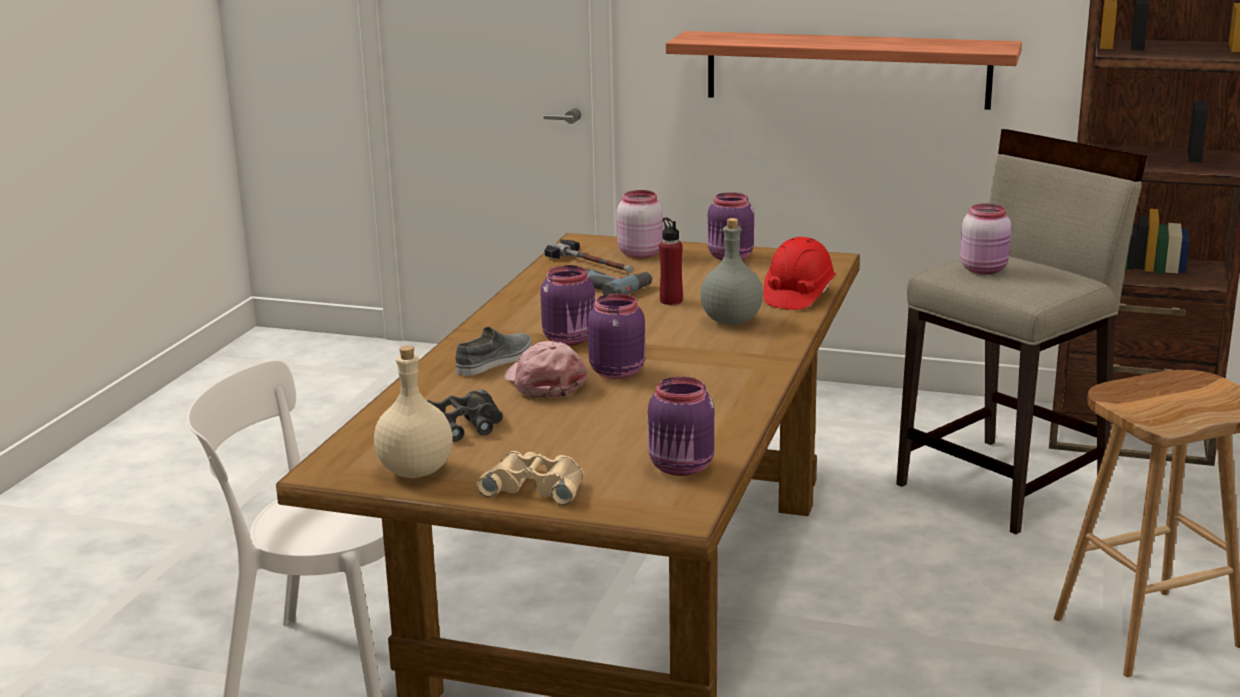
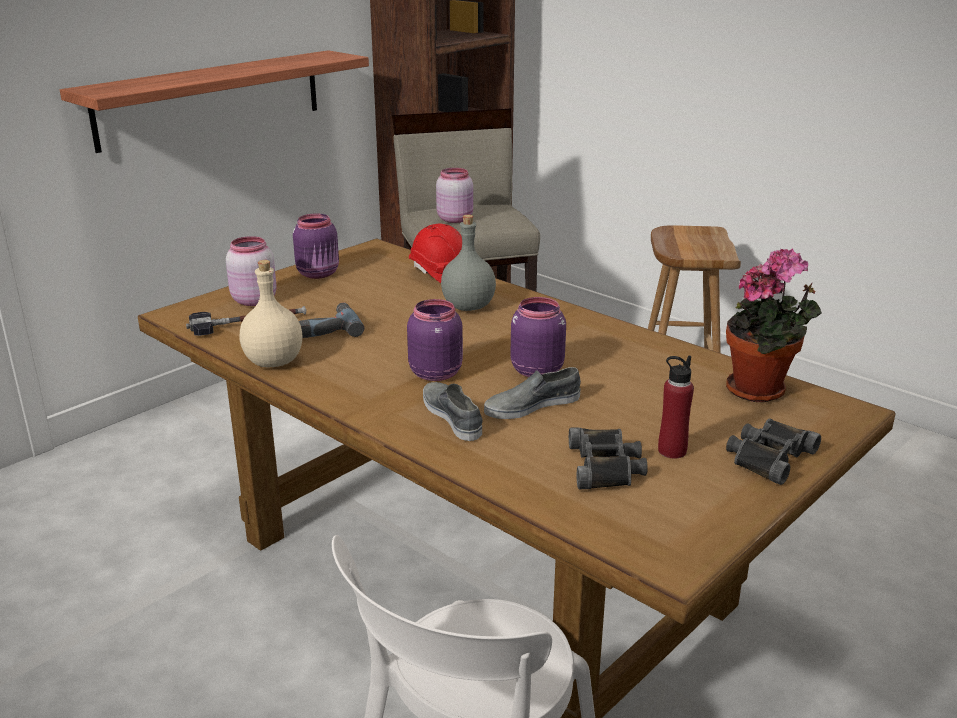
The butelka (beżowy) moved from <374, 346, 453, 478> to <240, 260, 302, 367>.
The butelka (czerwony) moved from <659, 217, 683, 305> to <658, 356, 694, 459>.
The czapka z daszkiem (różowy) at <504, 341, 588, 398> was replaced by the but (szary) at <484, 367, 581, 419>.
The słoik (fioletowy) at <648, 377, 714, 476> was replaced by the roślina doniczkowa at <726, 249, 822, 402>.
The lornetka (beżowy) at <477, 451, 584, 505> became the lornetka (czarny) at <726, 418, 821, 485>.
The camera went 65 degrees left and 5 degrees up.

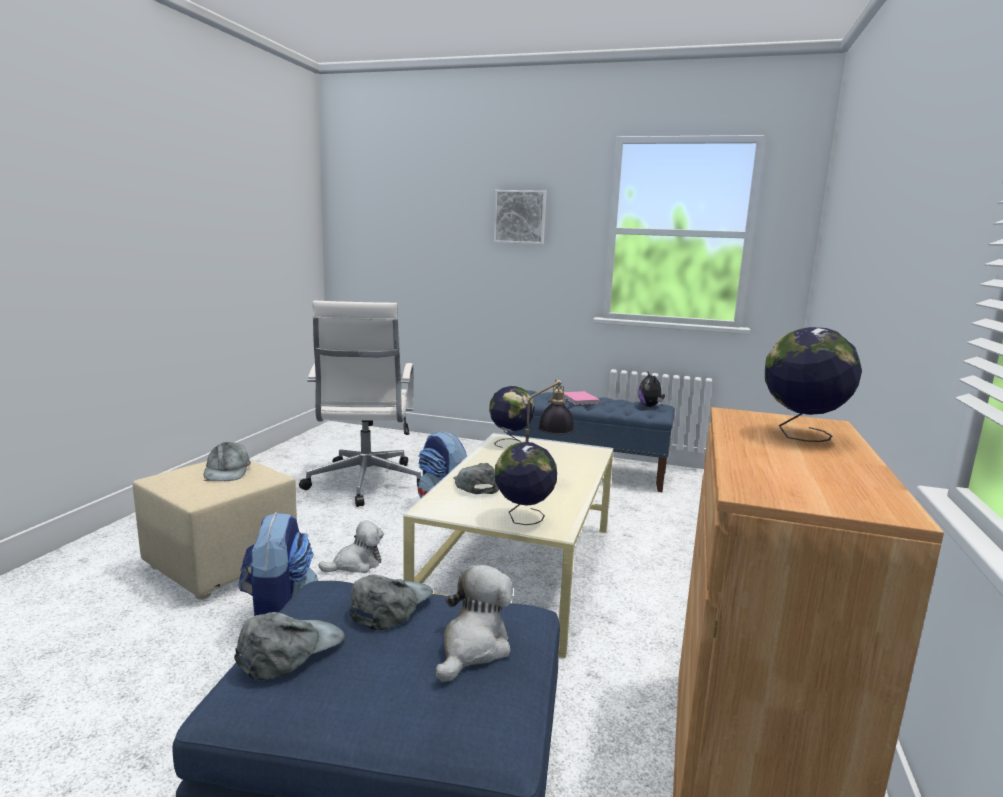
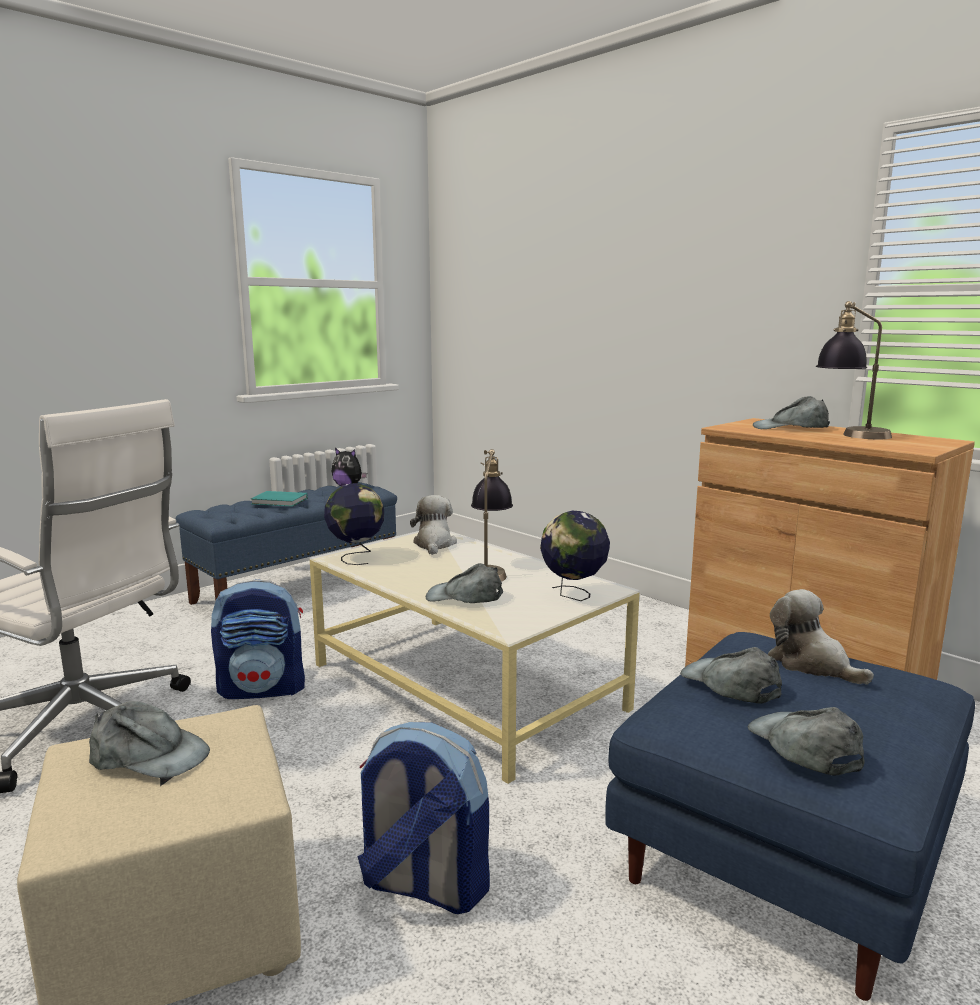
The obraz at <494, 190, 547, 244> disappeared.
The lampa stołowa at <816, 301, 892, 439> appeared.
The pluszak moved from <318, 521, 384, 573> to <410, 495, 457, 555>.
The globus at <765, 327, 862, 442> was replaced by the czapka z daszkiem (szary) at <753, 396, 830, 429>.
The książka (różowy) at <564, 391, 600, 405> became the książka (turkusowy) at <251, 491, 308, 507>.
The camera went 60 degrees left and 0 degrees up.

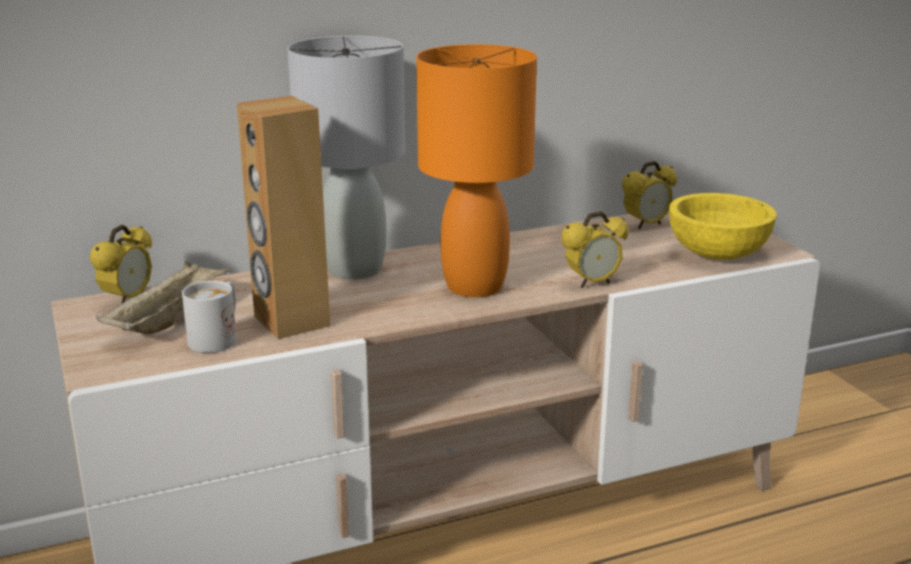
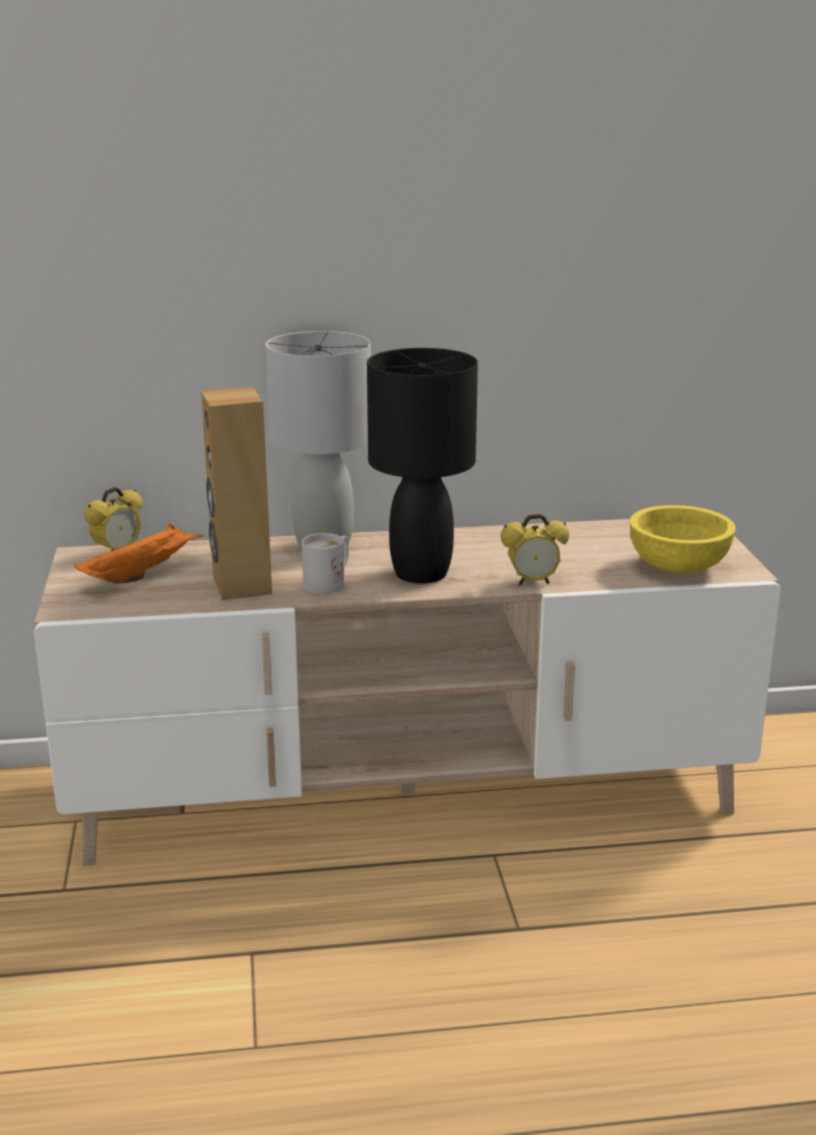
The budzik at <622, 161, 677, 229> disappeared.
The kubek (biały) moved from <182, 281, 237, 353> to <302, 533, 349, 594>.
The taca (beżowy) at <96, 261, 231, 334> became the taca (pomarańczowy) at <74, 523, 204, 584>.
The lampa stołowa (pomarańczowy) at <416, 44, 537, 297> became the lampa stołowa (czarny) at <367, 348, 478, 584>.
The camera went 15 degrees right and 0 degrees up.

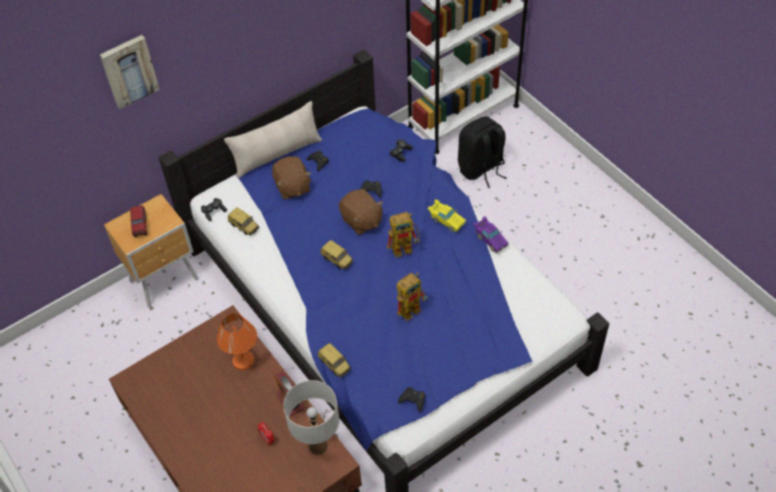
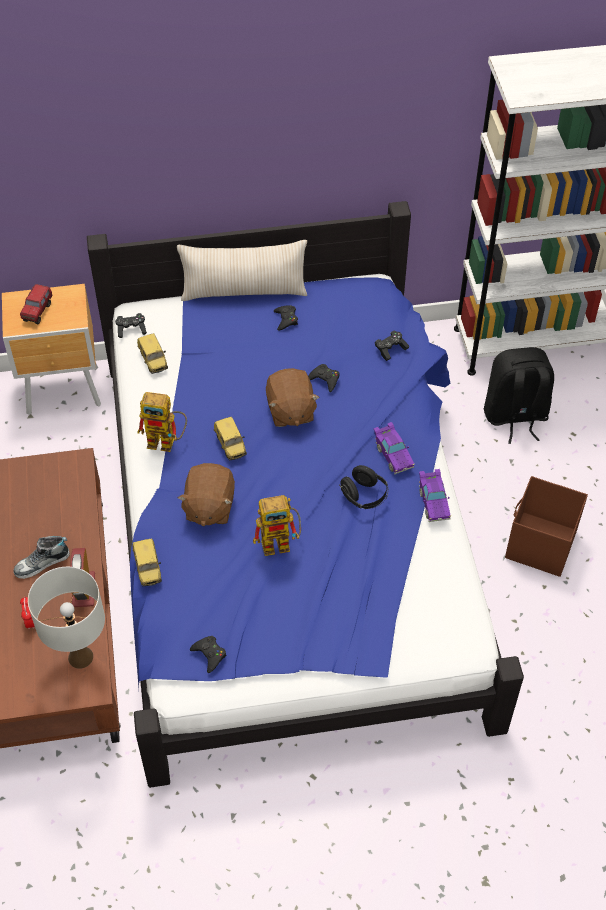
The obraz at <100, 35, 160, 109> disappeared.
The lampa stołowa (pomarańczowy) at <217, 313, 257, 370> disappeared.
The but at <13, 536, 70, 579> appeared.
The słuchawki (czarny) at <339, 465, 388, 509> appeared.
The pojemnik do przechowywania (brązowy) at <505, 476, 588, 577> appeared.
The pluszak (brązowy) moved from <272, 156, 312, 199> to <178, 463, 235, 526>.
The robot zabawkowy moved from <387, 212, 420, 257> to <137, 392, 187, 452>.
The samochodzik (żółty) at <427, 199, 466, 232> became the samochodzik (fioletowy) at <373, 422, 415, 474>.
The camera went 25 degrees right and 0 degrees up.

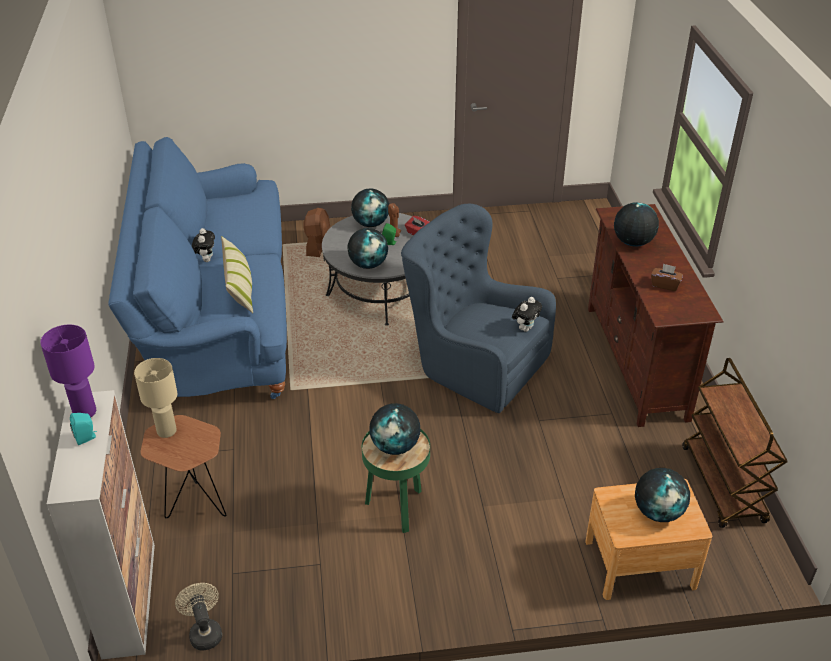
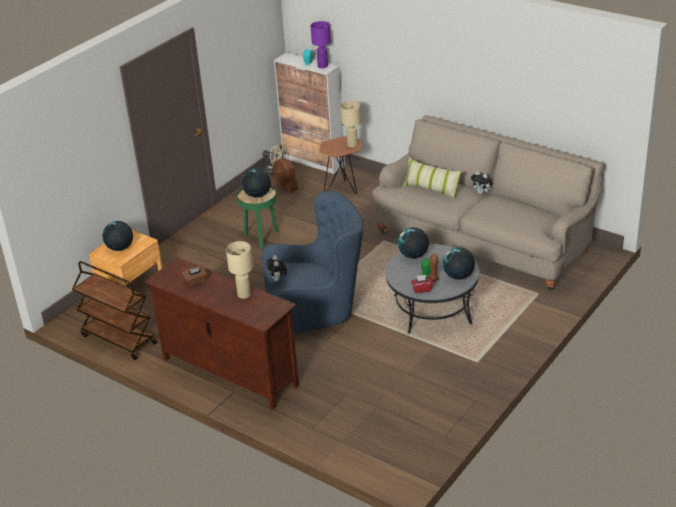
The wentylator (brązowy) moved from <303, 208, 330, 257> to <272, 159, 299, 193>.
The globus at <614, 202, 659, 247> was replaced by the lampa stołowa (beżowy) at <226, 241, 253, 299>.
The kanapa (niebieski) at <108, 137, 287, 399> became the kanapa (beżowy) at <372, 115, 605, 291>.
The camera went 135 degrees right and 5 degrees down.

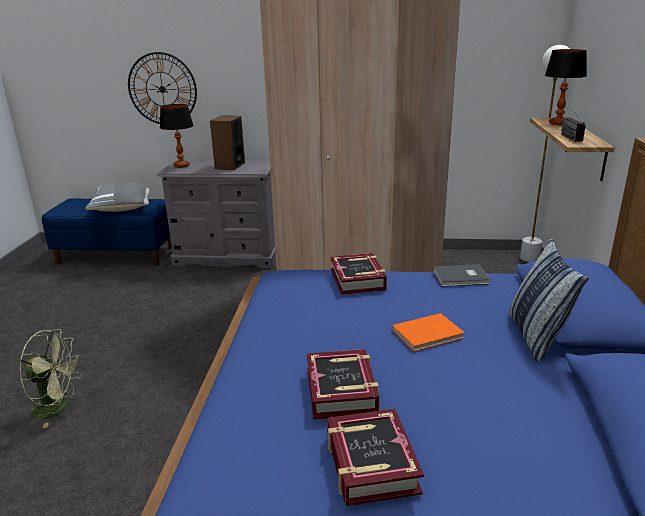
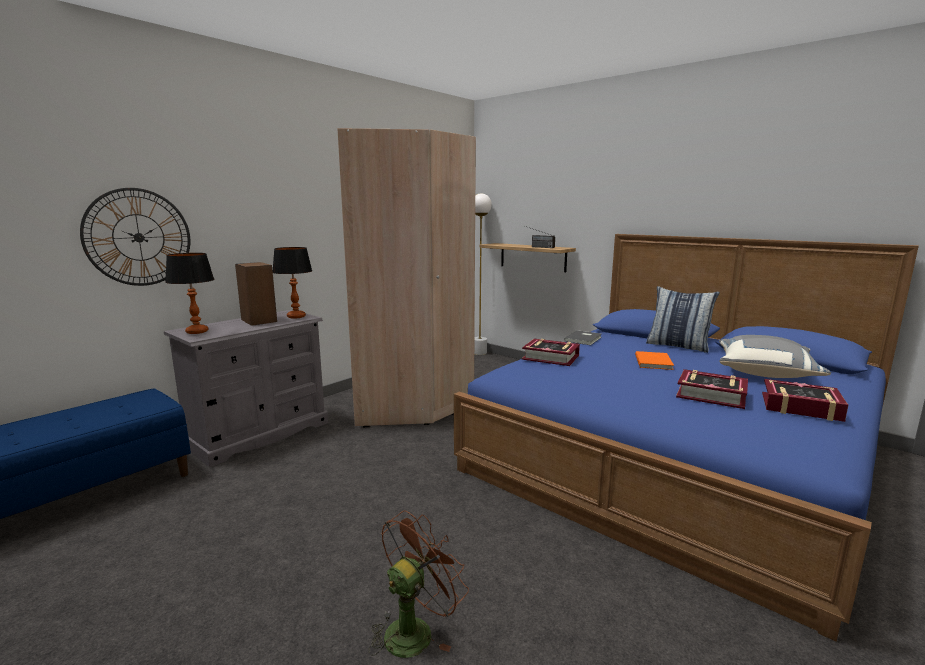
The poduszka (szary) moved from <85, 182, 153, 212> to <719, 335, 831, 378>.
The lampa stołowa moved from <545, 49, 587, 125> to <273, 247, 312, 319>.
The wentylator (zielony) at <19, 329, 82, 428> became the wentylator (brązowy) at <368, 511, 469, 658>.
The camera went 55 degrees left and 10 degrees down.

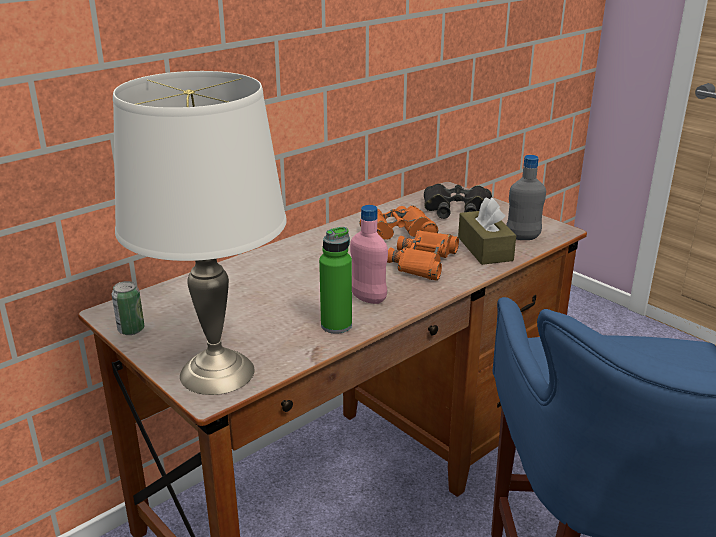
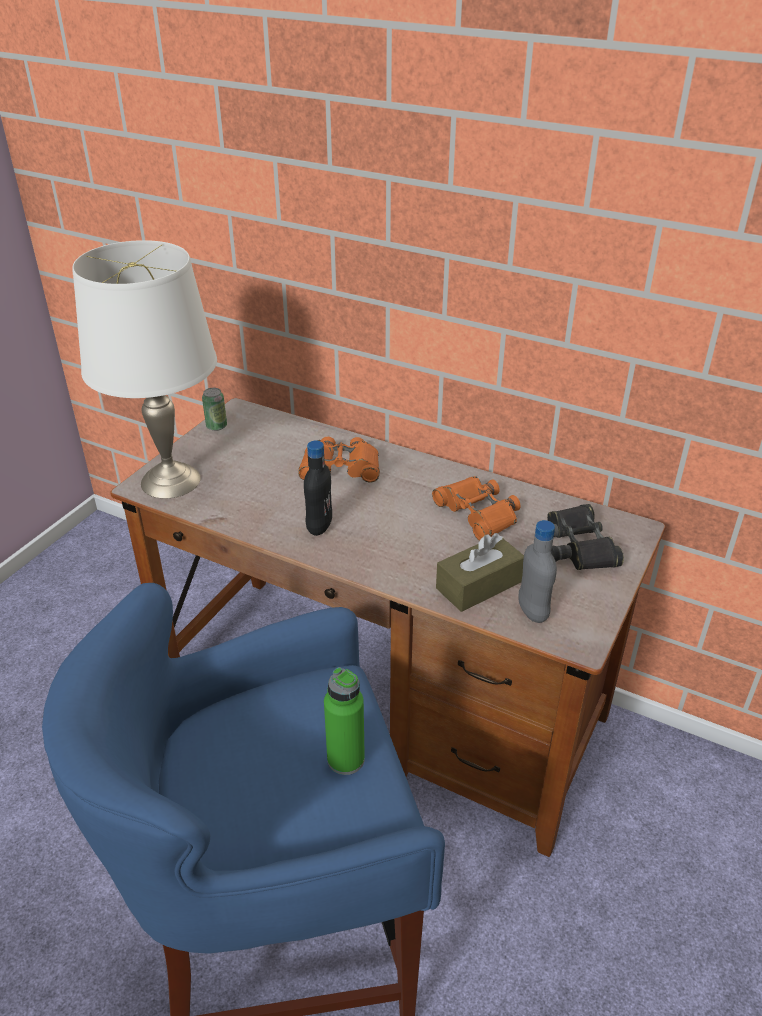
The butelka (zielony) moved from <319, 227, 352, 334> to <324, 667, 365, 775>.
The lornetka (pomarańczowy) moved from <387, 230, 459, 281> to <298, 437, 380, 482>.
The butelka (różowy) at <350, 205, 388, 304> became the butelka (czarny) at <304, 440, 332, 536>.
The camera went 70 degrees right and 10 degrees up.

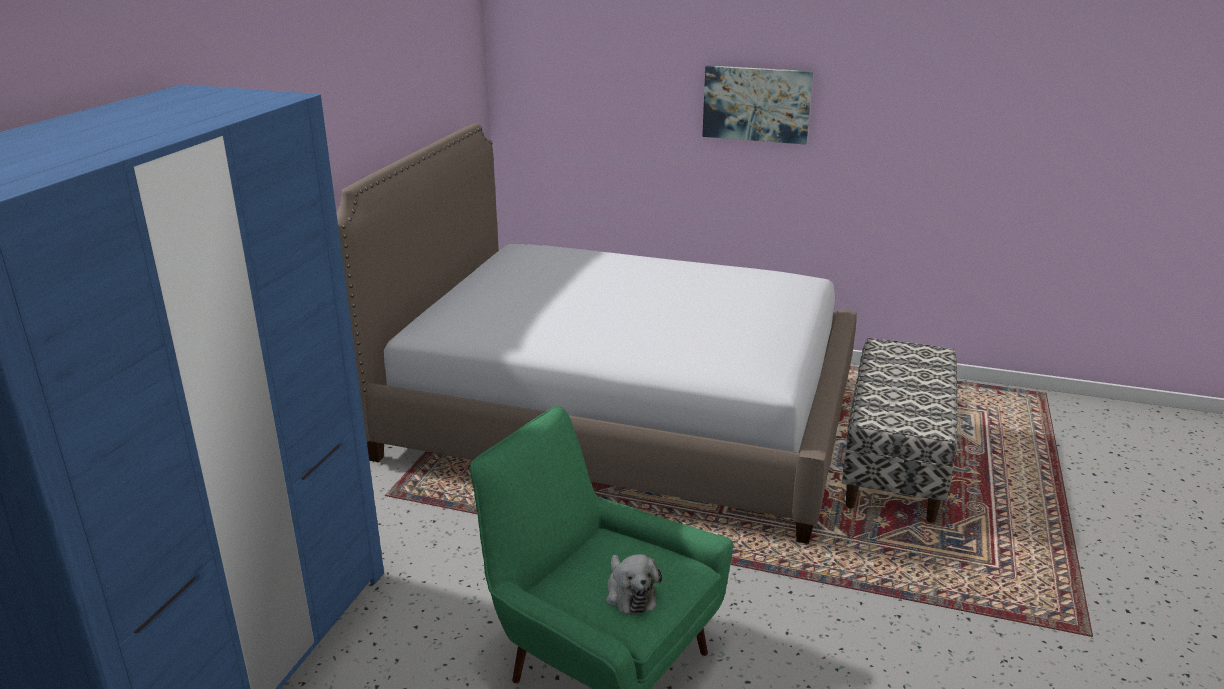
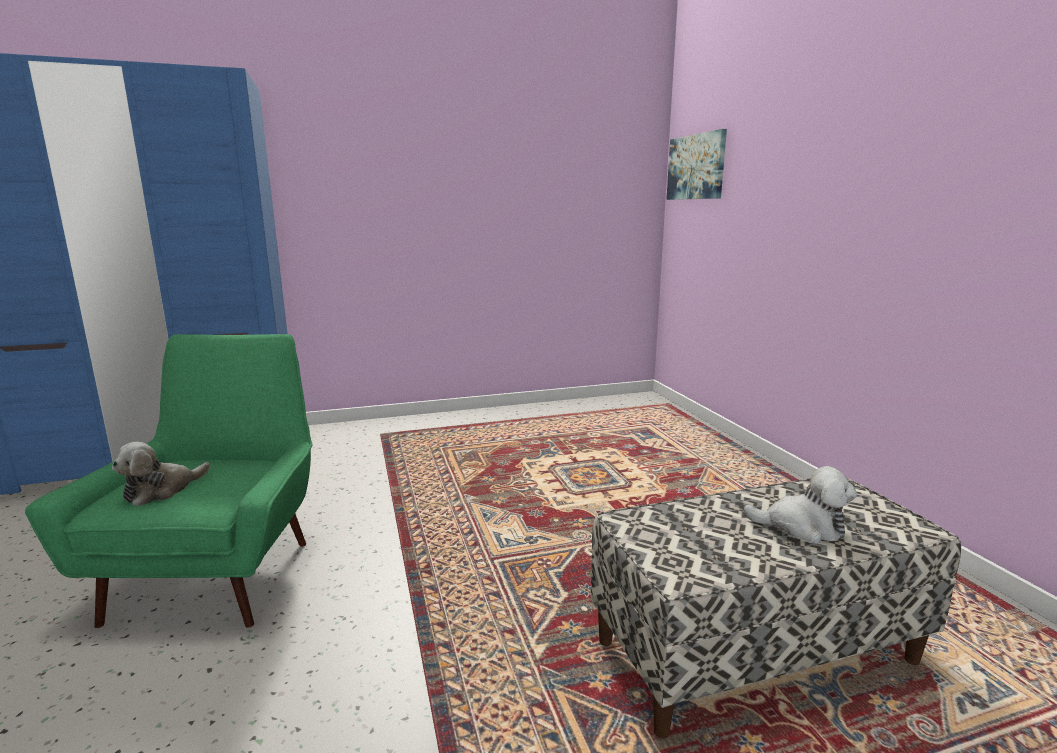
The łóżko at <337, 123, 857, 544> disappeared.
The pluszak at <743, 466, 857, 544> appeared.
The obraz moved from <702, 65, 813, 145> to <666, 129, 727, 200>.
The camera went 55 degrees right and 10 degrees down.

